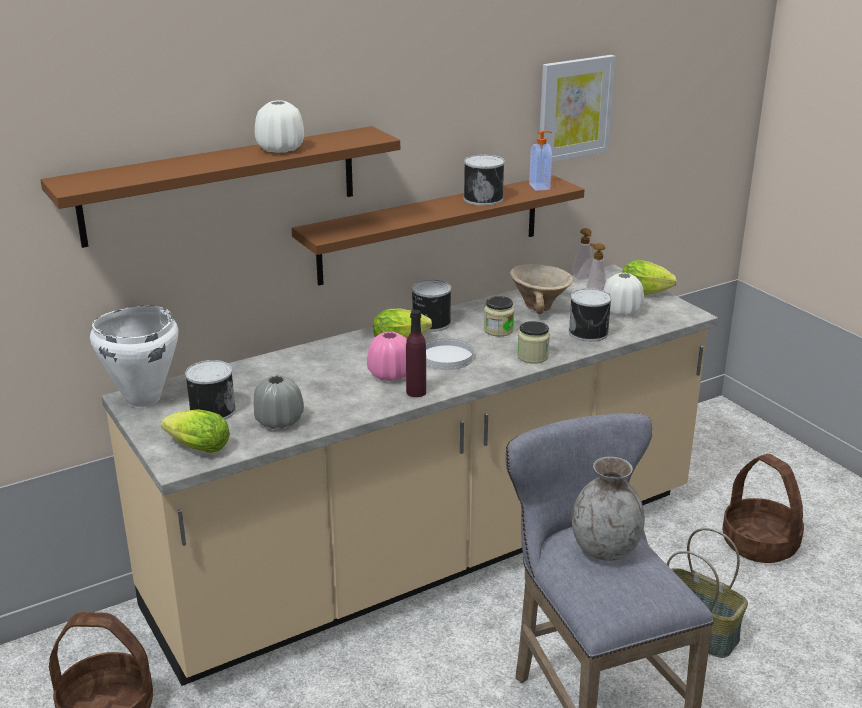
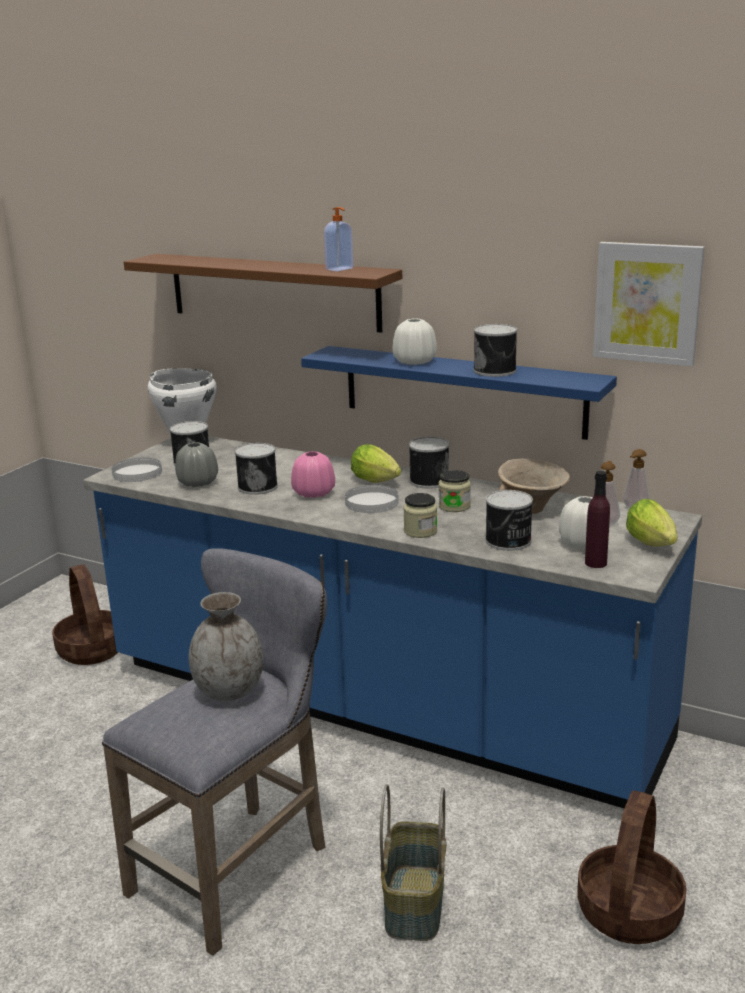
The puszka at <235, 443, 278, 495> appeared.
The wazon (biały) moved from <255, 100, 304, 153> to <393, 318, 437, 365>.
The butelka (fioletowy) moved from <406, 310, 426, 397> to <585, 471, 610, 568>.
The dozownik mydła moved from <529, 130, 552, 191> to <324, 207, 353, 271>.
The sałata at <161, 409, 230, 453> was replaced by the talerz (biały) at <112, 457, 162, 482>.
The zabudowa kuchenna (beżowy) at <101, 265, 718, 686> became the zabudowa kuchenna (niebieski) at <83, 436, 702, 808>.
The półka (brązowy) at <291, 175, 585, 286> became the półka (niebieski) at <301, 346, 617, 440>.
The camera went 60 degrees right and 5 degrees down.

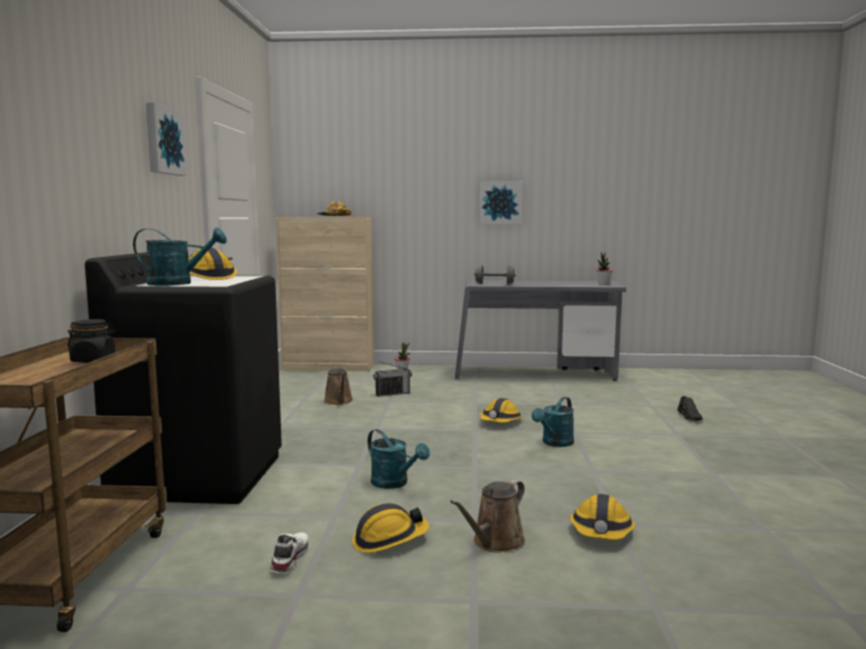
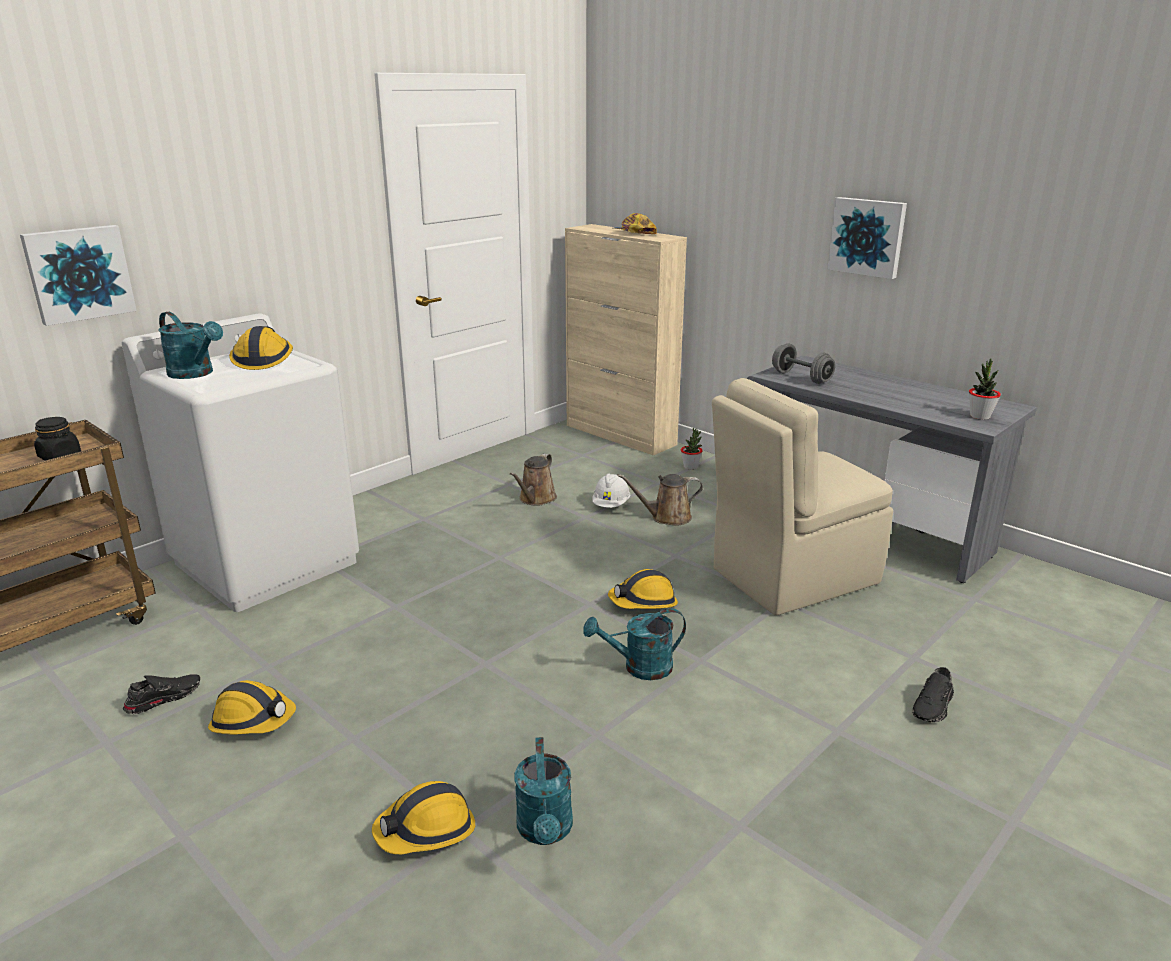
The krzesło (beżowy) at <712, 378, 893, 616> appeared.
The obraz moved from <146, 102, 187, 176> to <20, 225, 137, 326>.
The konewka (turkusowy) moved from <368, 429, 430, 489> to <514, 737, 573, 845>.
The konewka (brązowy) moved from <450, 479, 525, 553> to <617, 474, 703, 526>.
The radio at <373, 362, 412, 397> was replaced by the kask (biały) at <592, 473, 630, 508>.
The pralka (czarny) at <85, 252, 282, 504> became the pralka (biały) at <122, 313, 359, 612>.
The but (biały) at <270, 532, 309, 573> became the but (czarny) at <123, 674, 200, 714>.
The camera went 40 degrees right and 15 degrees up.

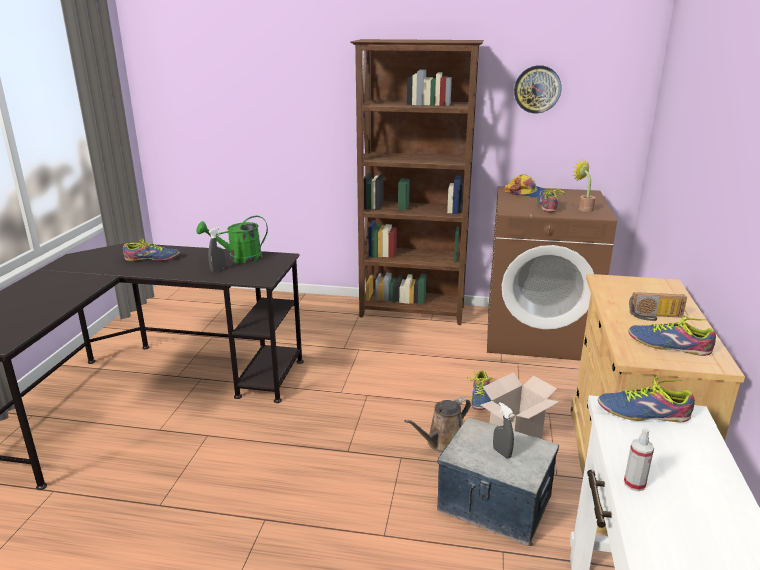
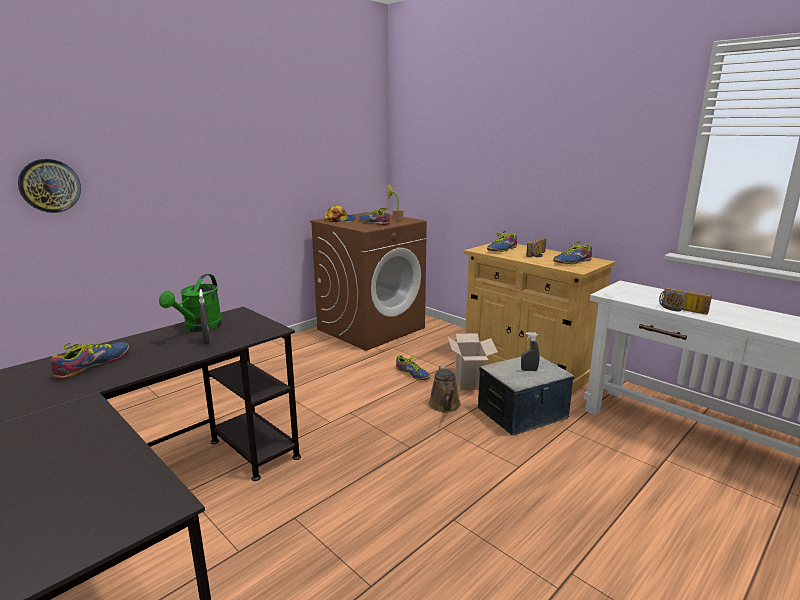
The regał (brązowy) at <350, 39, 484, 325> disappeared.
The zegar ścienny moved from <514, 65, 561, 114> to <18, 159, 81, 213>.
The but moved from <598, 377, 695, 422> to <487, 230, 517, 252>.
The spryskiwacz at <624, 428, 654, 491> was replaced by the radio at <659, 288, 712, 315>.
The camera went 55 degrees left and 5 degrees down.

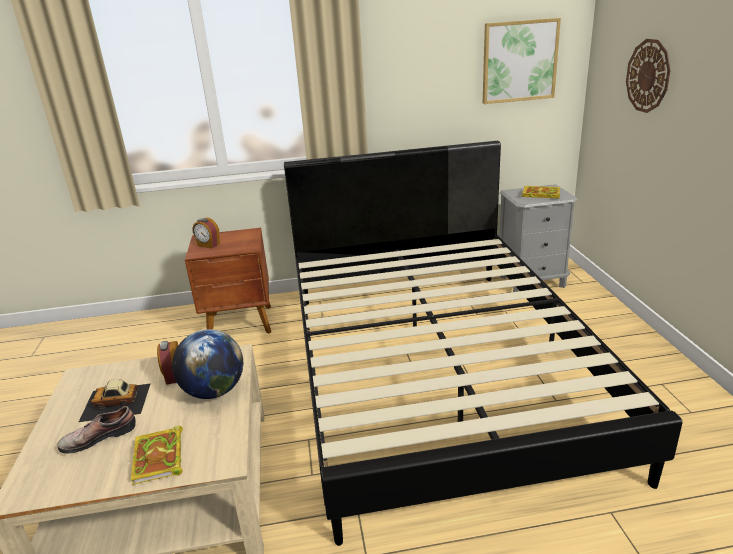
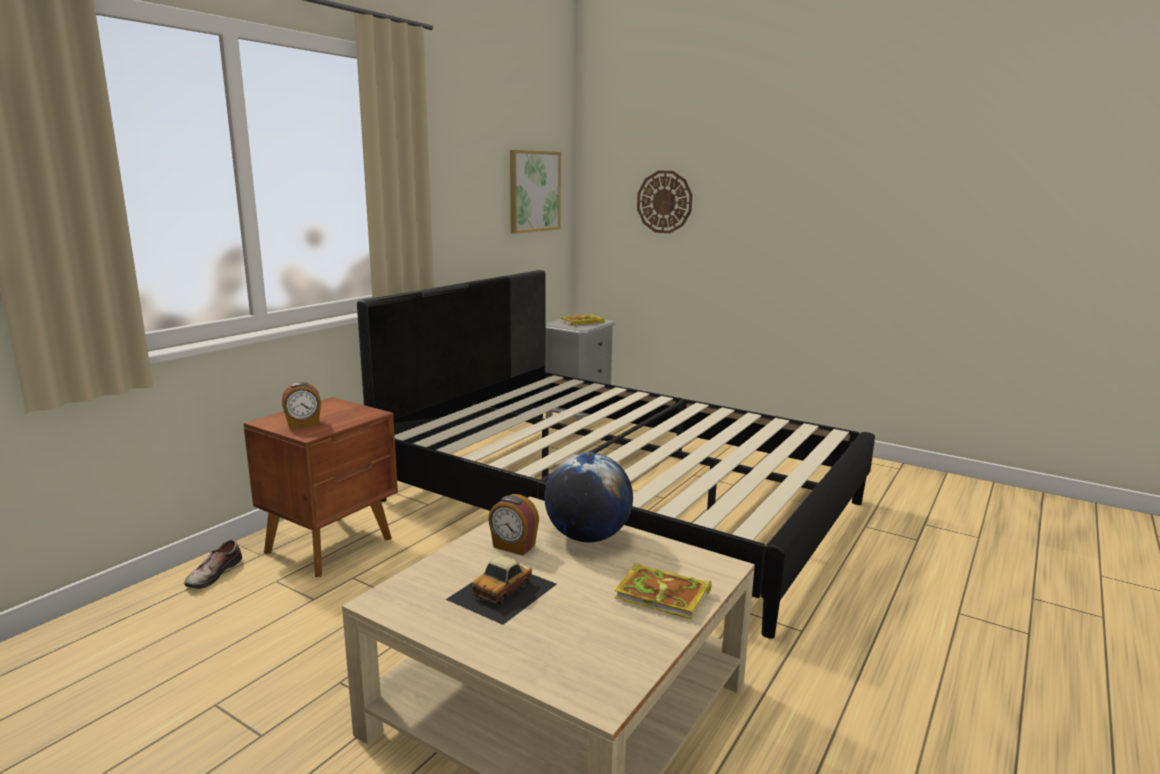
The but moved from <57, 406, 136, 454> to <184, 540, 242, 589>.
The camera went 50 degrees left and 10 degrees down.

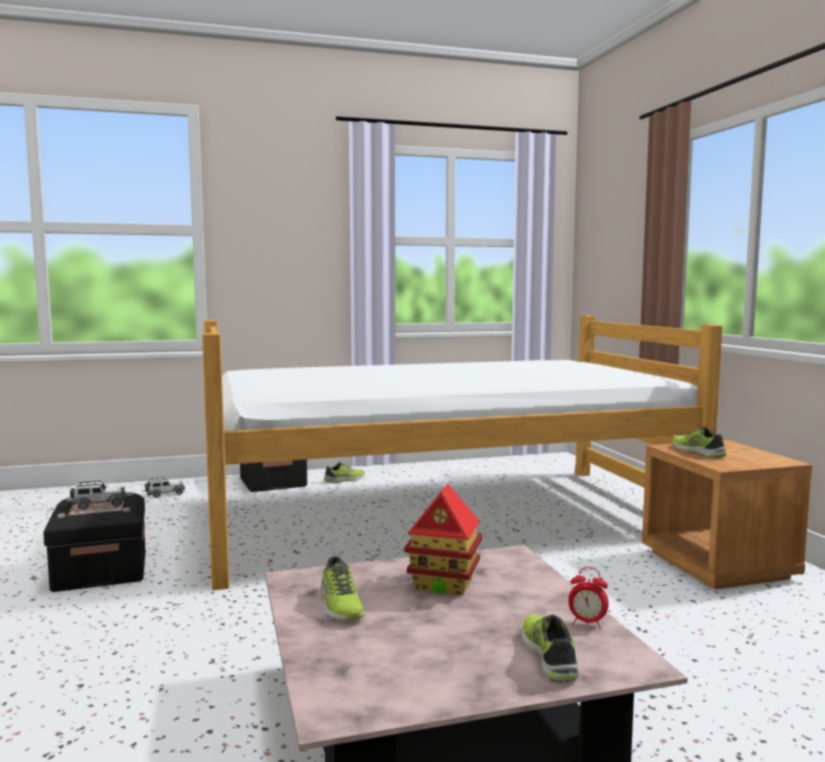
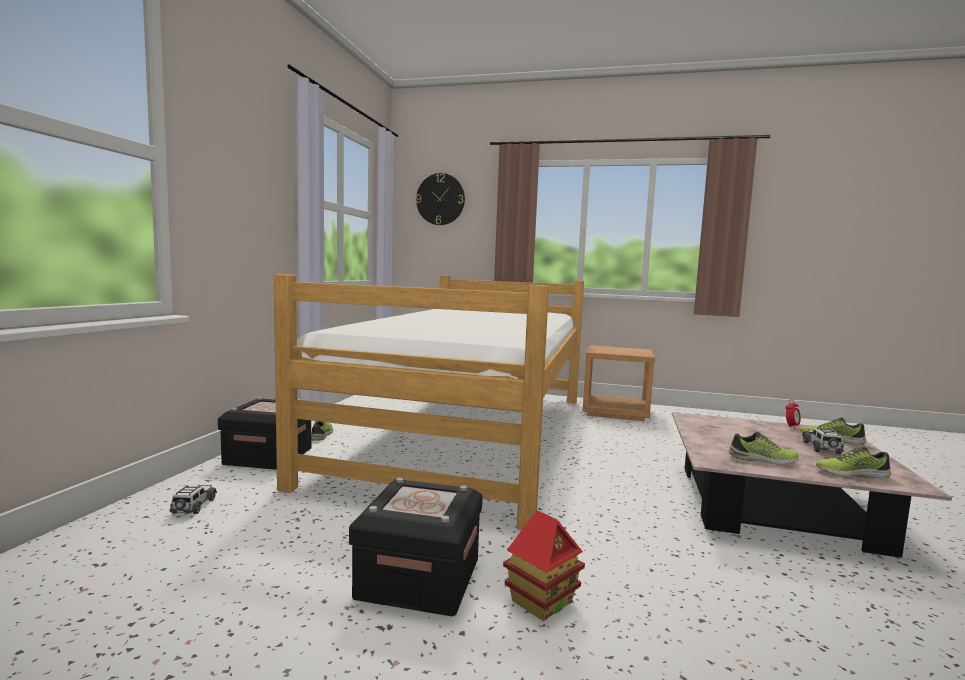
The zegar ścienny at <416, 173, 465, 225> appeared.
The samochodzik moved from <70, 480, 127, 510> to <802, 428, 844, 454>.
The domek moved from <404, 484, 483, 596> to <503, 510, 585, 621>.
The but moved from <672, 426, 726, 458> to <816, 446, 891, 478>.
The camera went 60 degrees left and 0 degrees up.

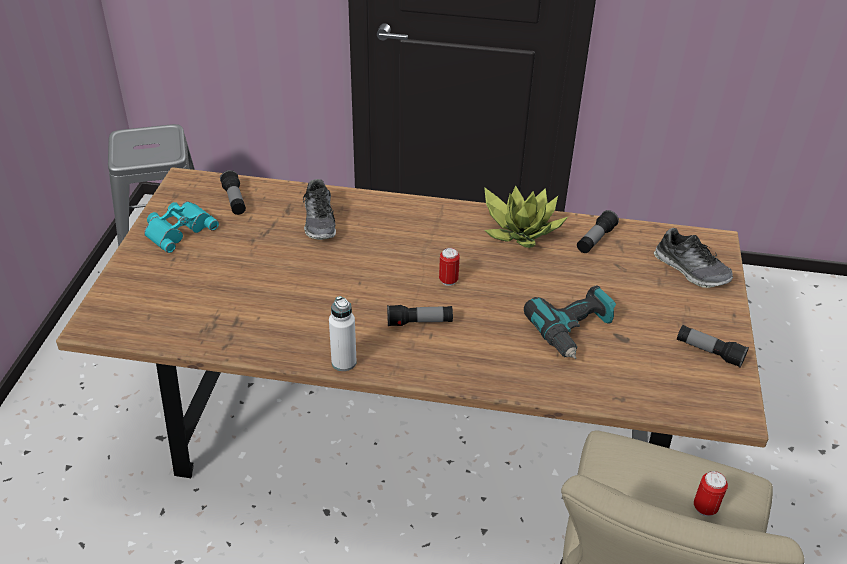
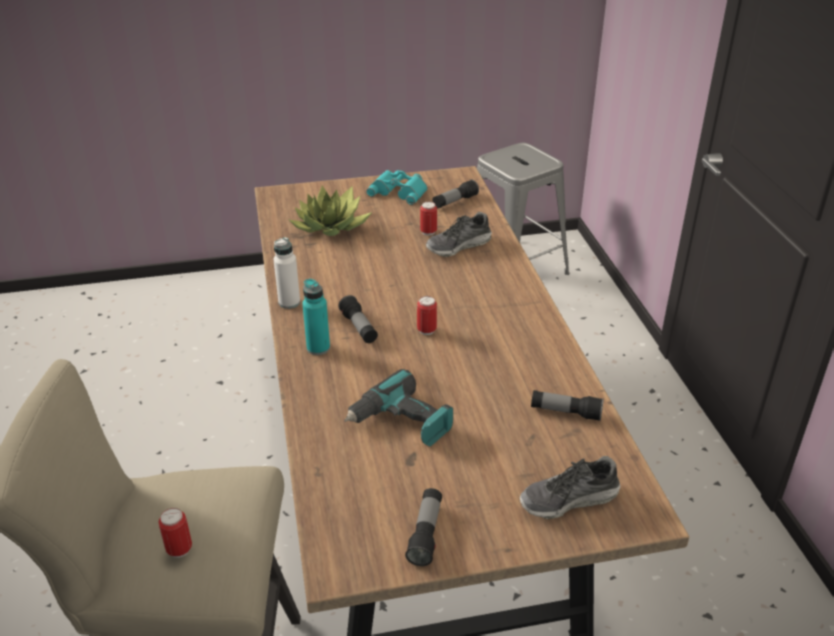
The butelka (turkusowy) at <302, 279, 330, 355> appeared.
The puszka at <420, 202, 437, 236> appeared.
The roślina doniczkowa moved from <484, 186, 569, 248> to <288, 185, 372, 236>.
The but at <654, 228, 733, 288> turned 45 degrees clockwise.
The camera went 70 degrees right and 5 degrees down.

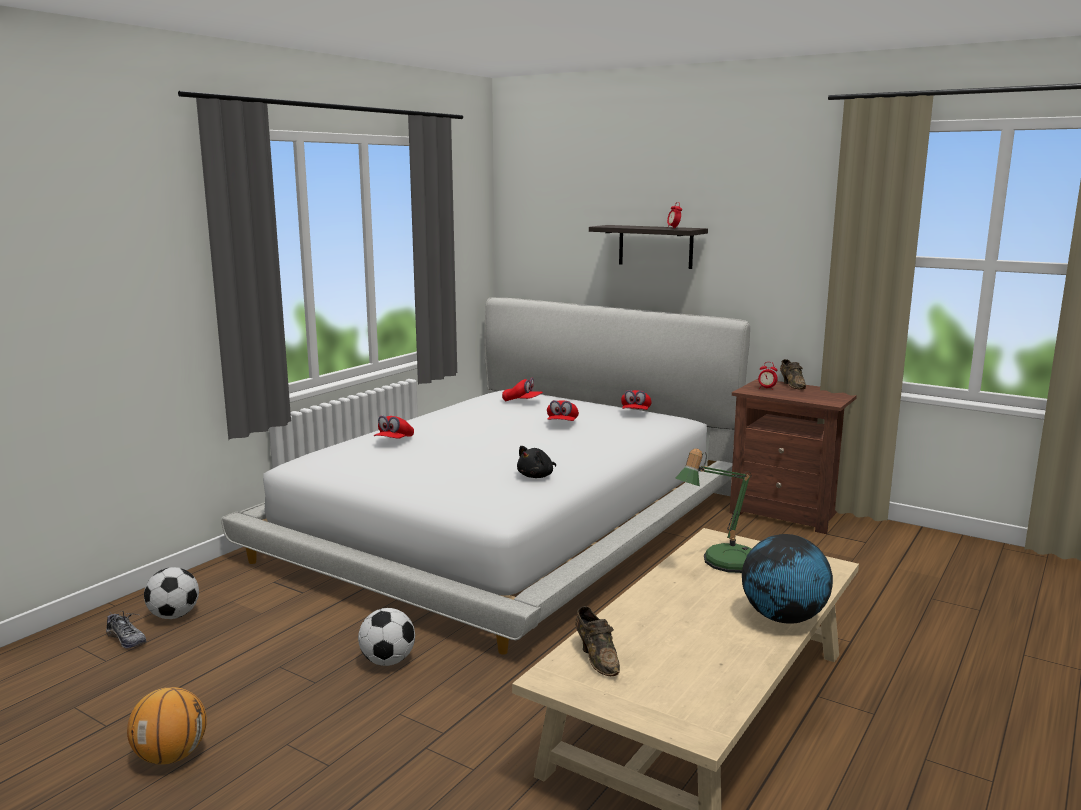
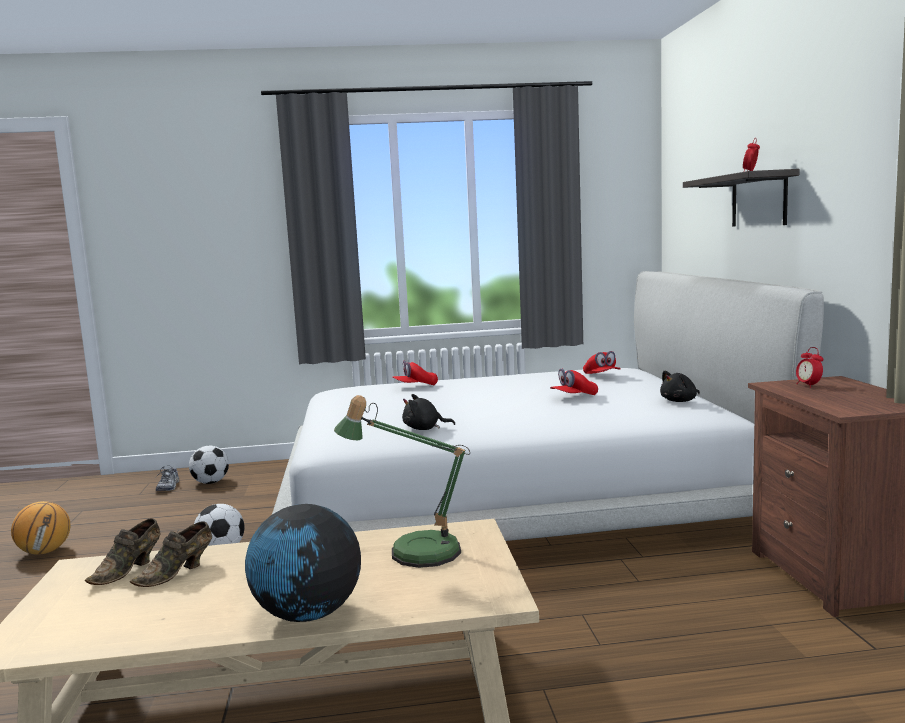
The but (brązowy) moved from <780, 359, 806, 389> to <130, 521, 212, 587>.
The czapka z daszkiem (czerwony) at <621, 390, 652, 410> was replaced by the pluszak (czarny) at <660, 371, 700, 402>.
The camera went 50 degrees right and 5 degrees down.

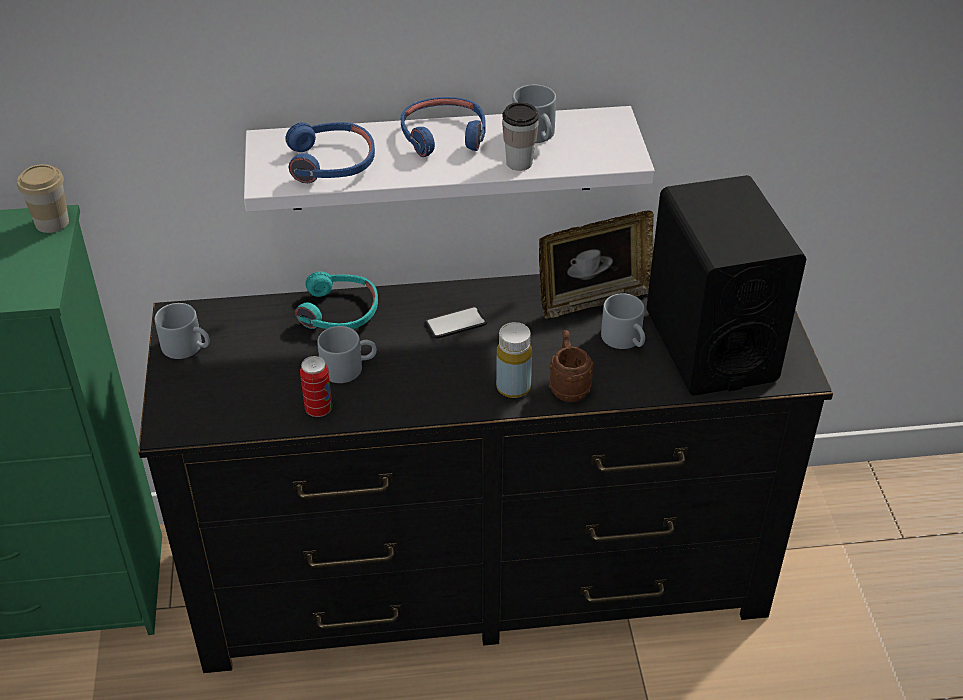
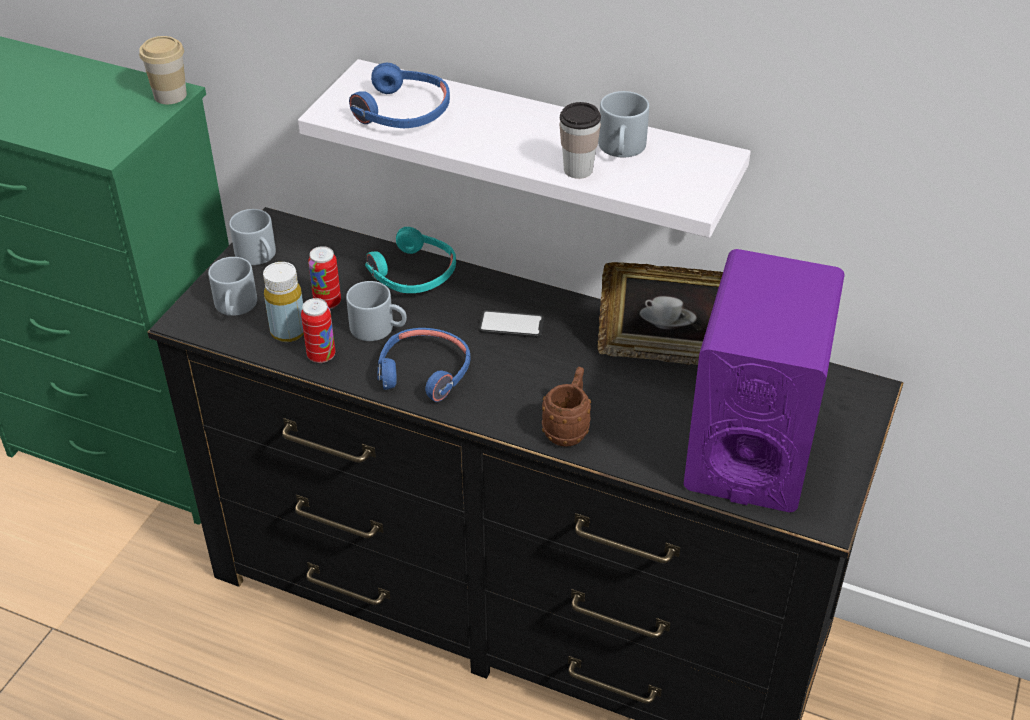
The puszka at <308, 246, 341, 309> appeared.
The słuchawki (niebieski) moved from <400, 97, 485, 157> to <377, 328, 470, 402>.
The butelka (żółty) moved from <496, 322, 532, 398> to <263, 262, 304, 342>.
The kubek (szary) moved from <601, 293, 645, 349> to <208, 257, 257, 316>.
The głośnik (czarny) at <646, 175, 806, 396> became the głośnik (fioletowy) at <684, 249, 845, 512>.
The camera went 30 degrees right and 0 degrees up.

